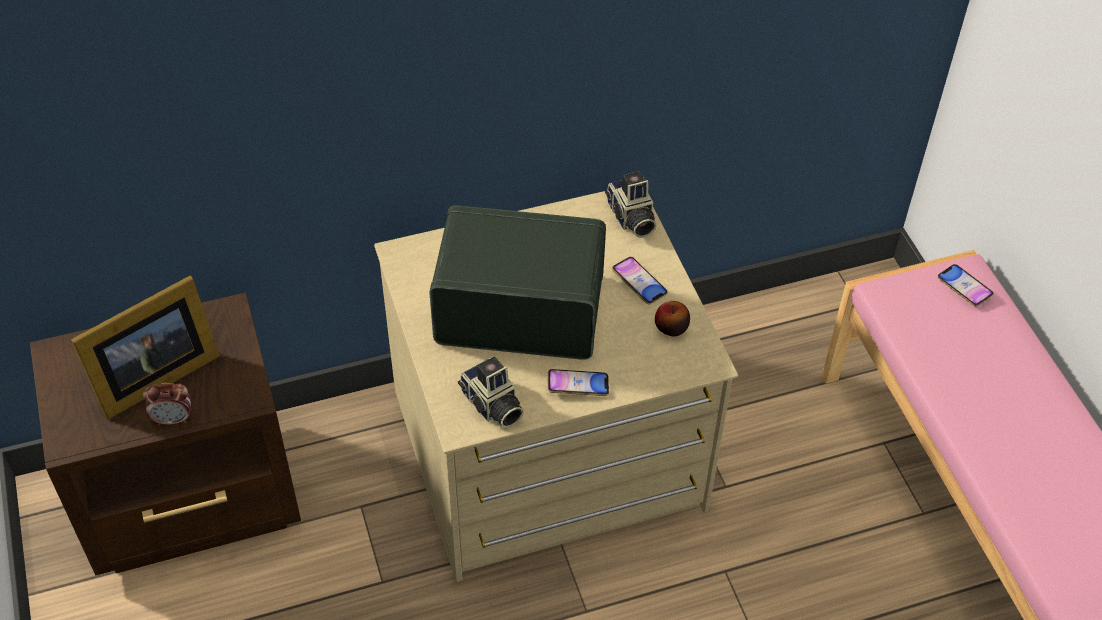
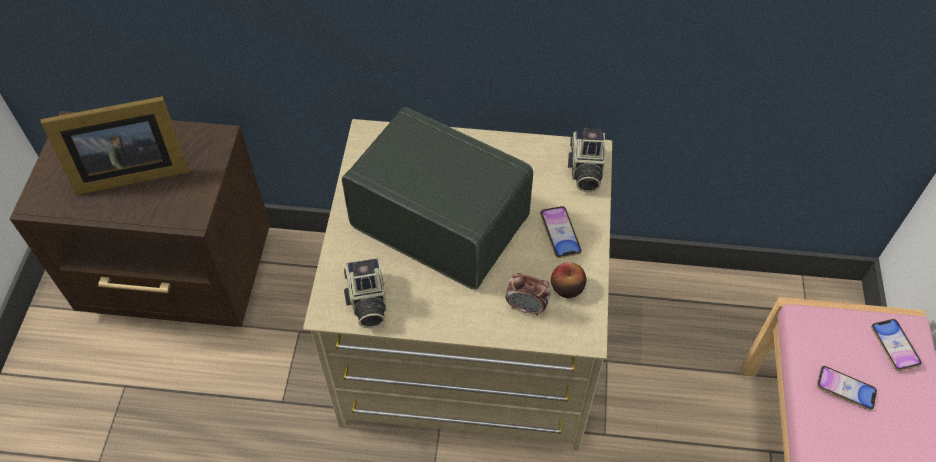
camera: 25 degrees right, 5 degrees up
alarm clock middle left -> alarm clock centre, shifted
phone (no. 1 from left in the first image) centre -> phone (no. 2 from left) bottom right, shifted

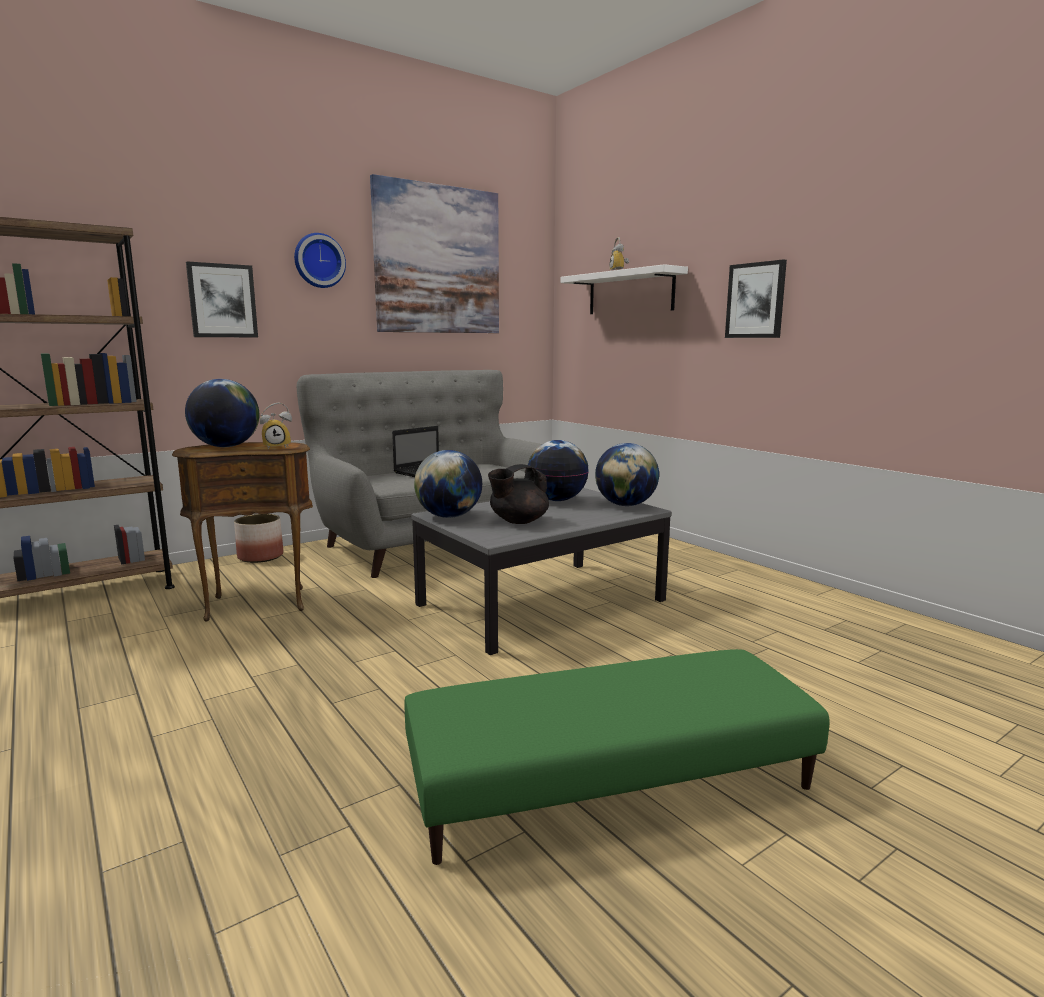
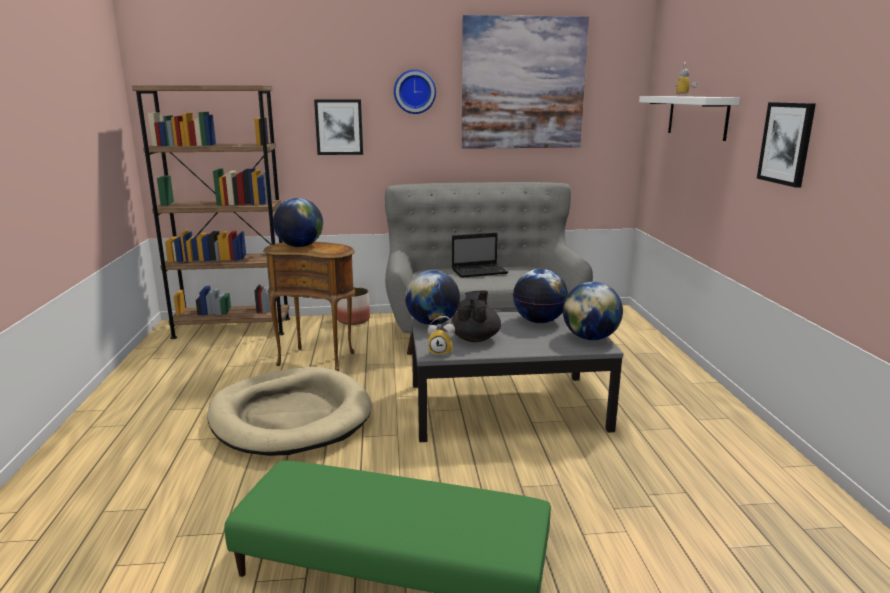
camera: 30 degrees right, 5 degrees up
none -> beige dog bed bottom left
alarm clock (no. 1 from left) middle left -> alarm clock (no. 1 from left) centre, shifted
black teapot centre, 105 degrees clockwise

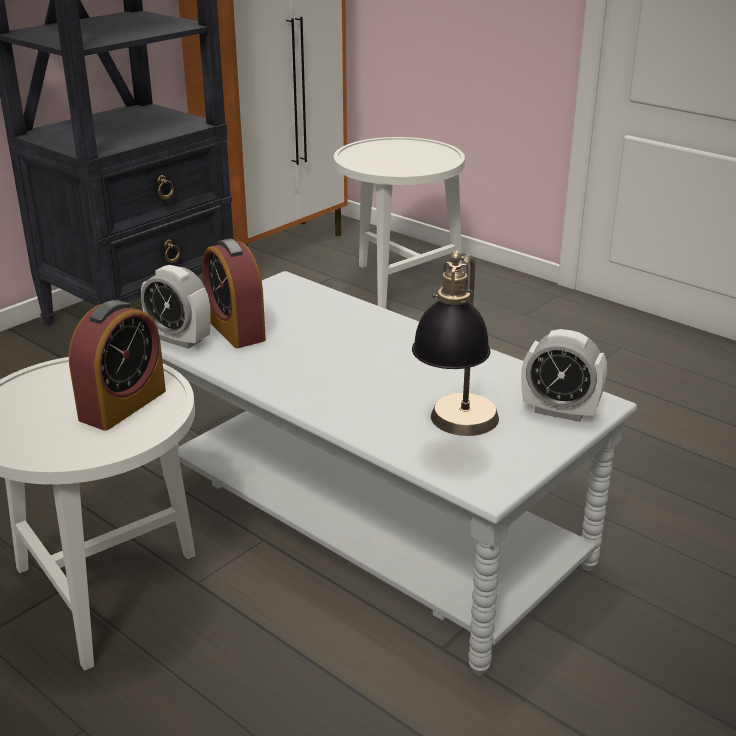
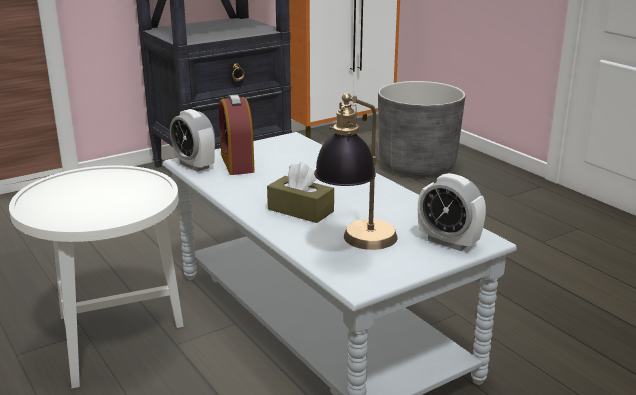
camera: 15 degrees right, 5 degrees down
alarm clock (no. 1 from left) middle left -> none
none -> brown tissue box centre
white side table (no. 2 from left) top centre -> grey planter top centre

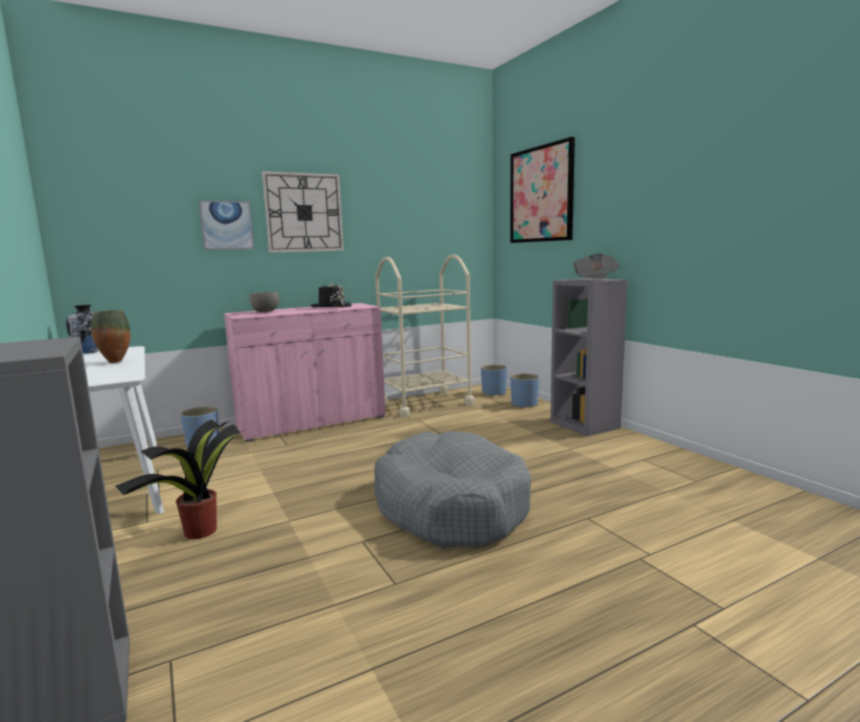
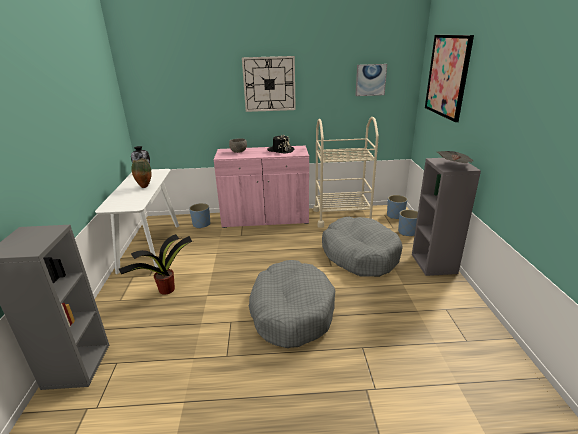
camera: 25 degrees right, 15 degrees up
none -> grey dog bed (no. 2 from left) centre
picture (no. 1 from left) top left -> picture (no. 1 from left) top centre, shifted

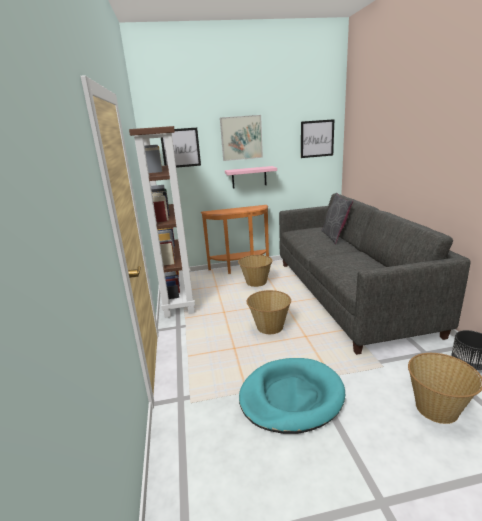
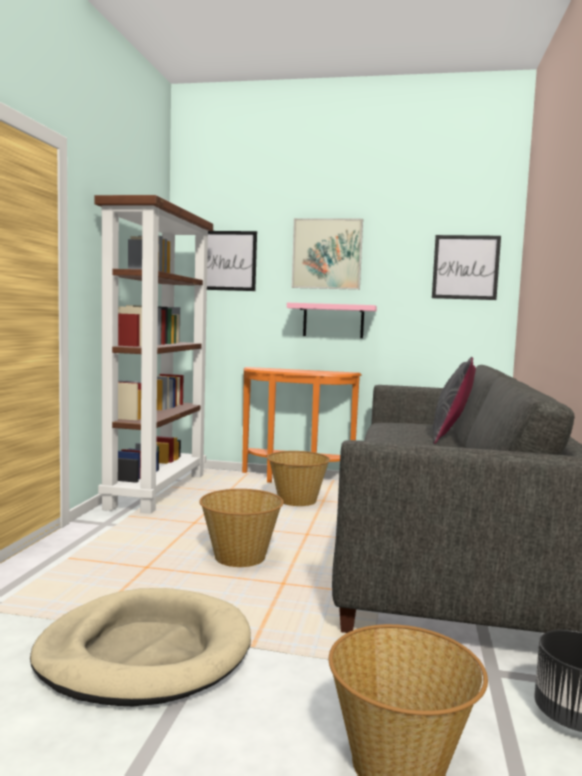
camera: 20 degrees right, 15 degrees down
turquoise dog bed bottom centre -> beige dog bed bottom left

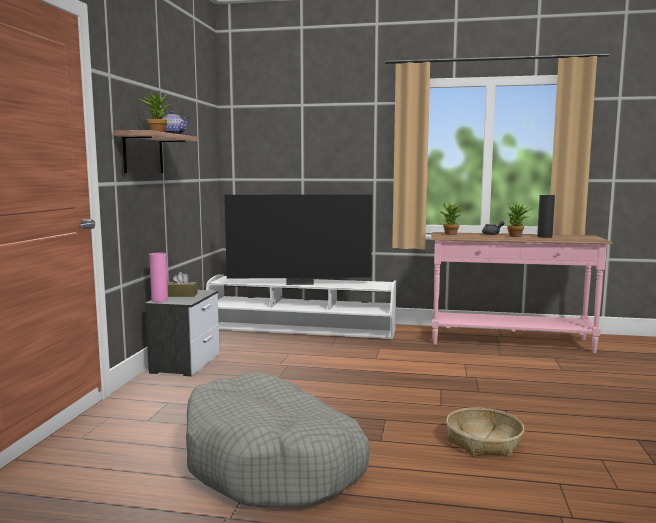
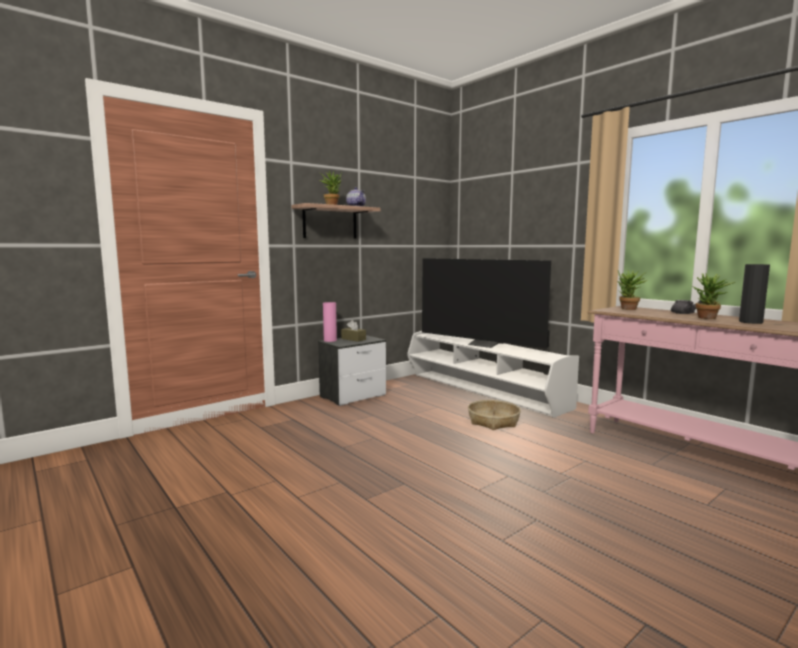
camera: 40 degrees right, 0 degrees up
grey dog bed bottom centre -> none
basket bottom right -> basket centre, shifted

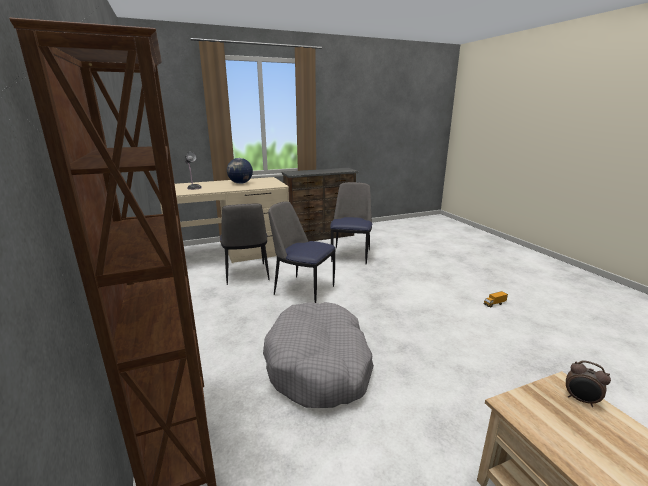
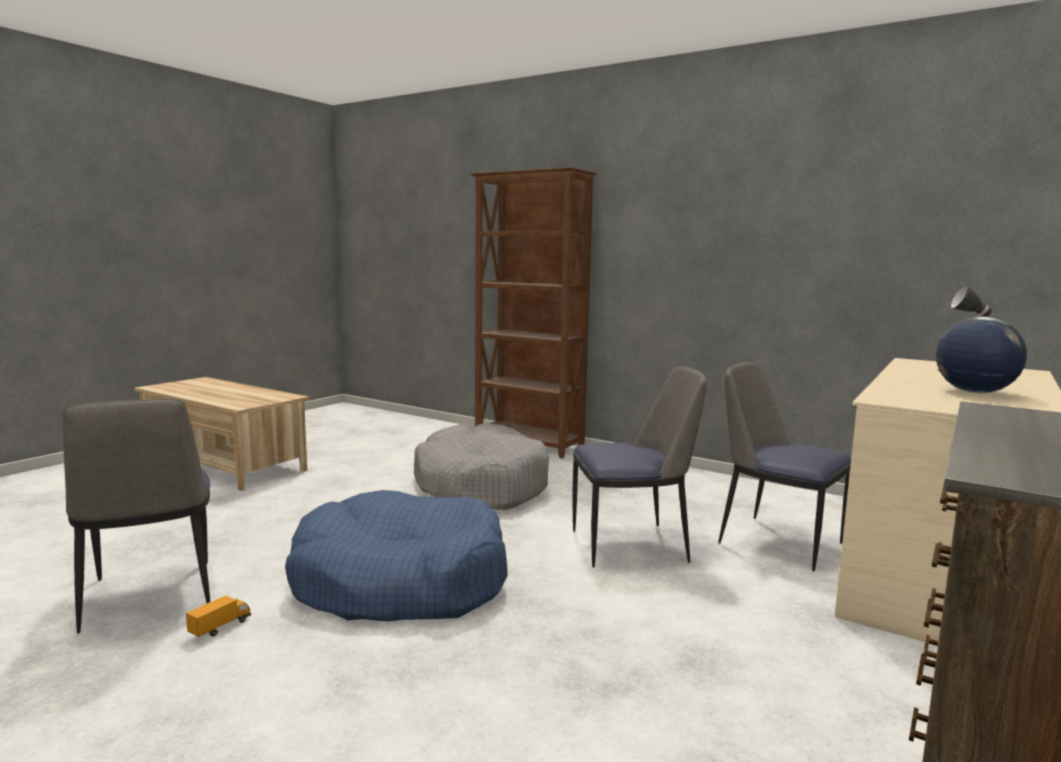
camera: 145 degrees right, 10 degrees down
alarm clock bottom right -> none
none -> blue dog bed bottom centre
chair (no. 3 from left in the first image) centre -> chair (no. 1 from left) bottom left, shifted

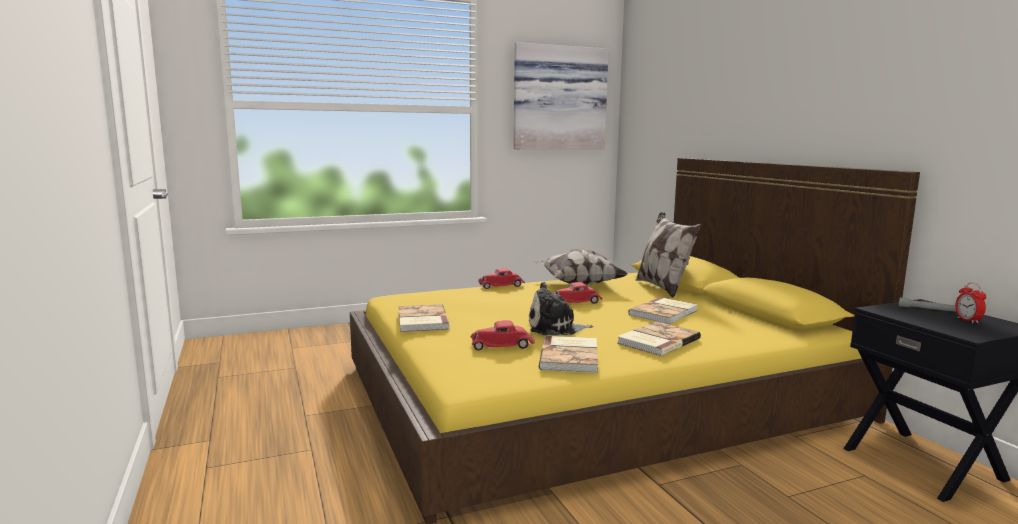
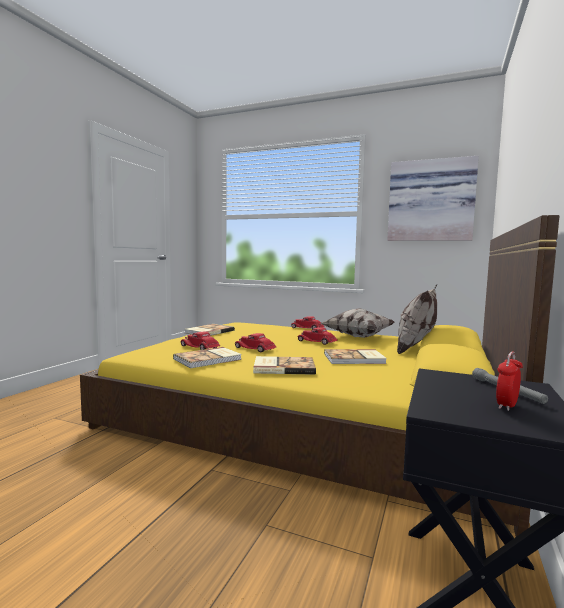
camera: 45 degrees right, 5 degrees down
plush toy centre -> red toy car (no. 2 from left) centre

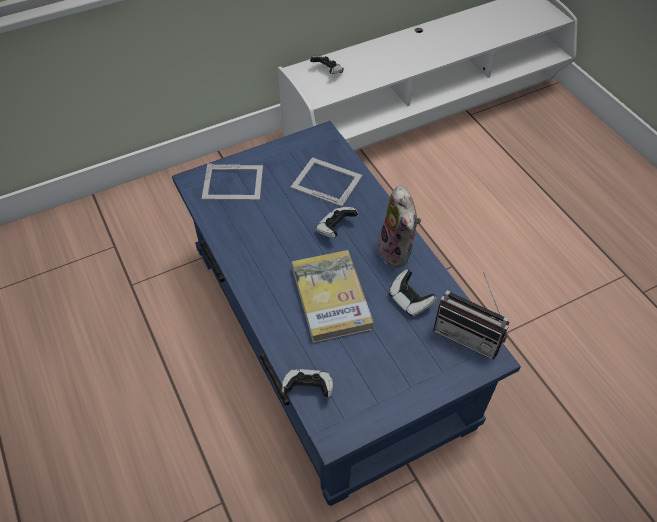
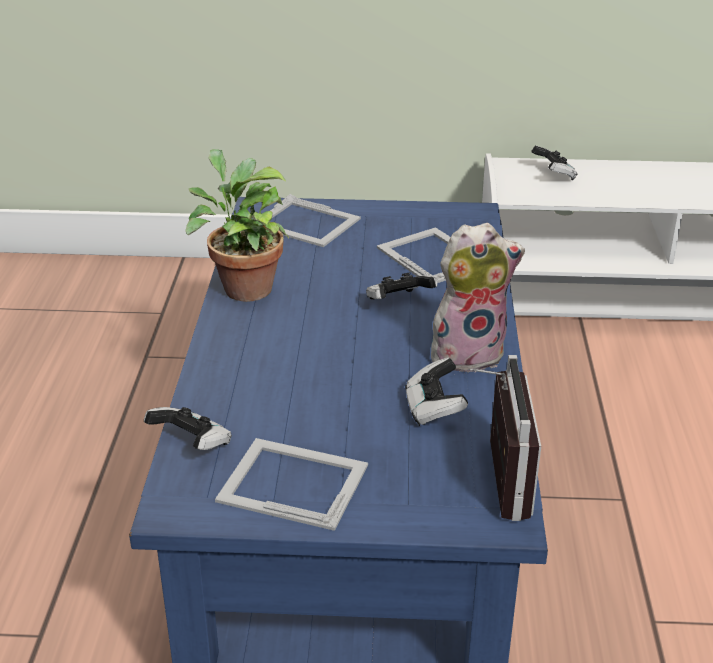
camera: 30 degrees right, 20 degrees down
book centre -> none
none -> potted plant middle left
none -> picture frame (no. 1 from left) bottom centre
plush toy centre -> plush toy middle right, 120 degrees counterclockwise
radio middle right, 150 degrees counterclockwise

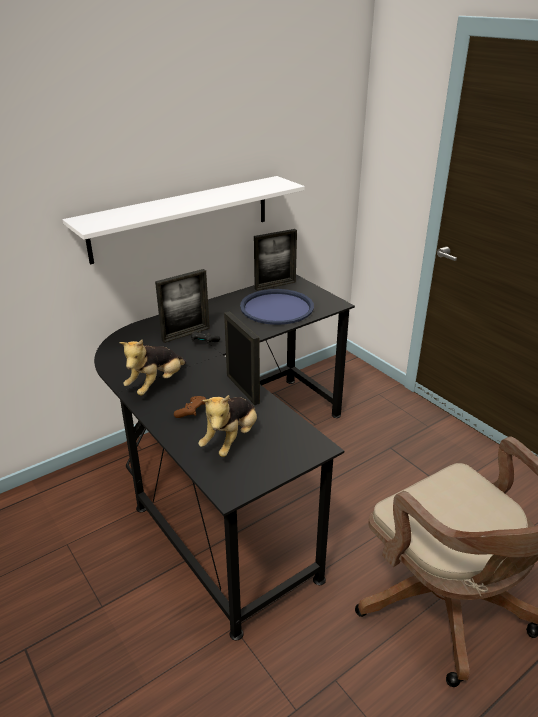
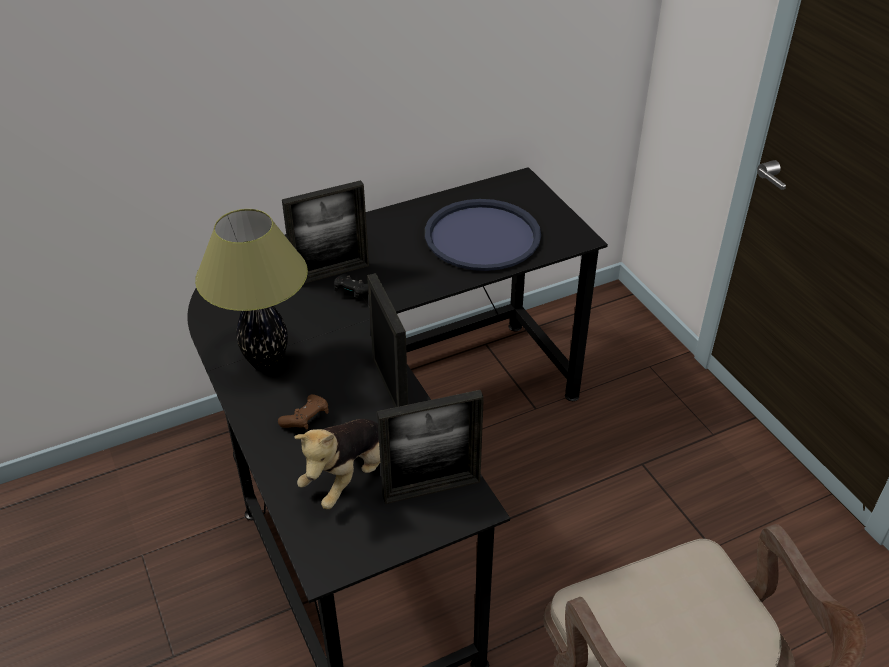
camera: 10 degrees right, 10 degrees up
white shelf top centre -> none
picture frame (no. 3 from left) centre -> picture frame (no. 3 from left) bottom centre, shifted
plush toy (no. 1 from left) middle left -> table lamp middle left

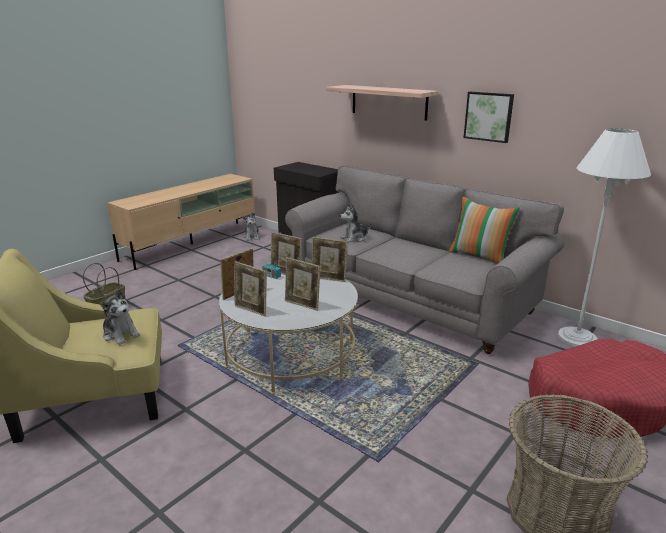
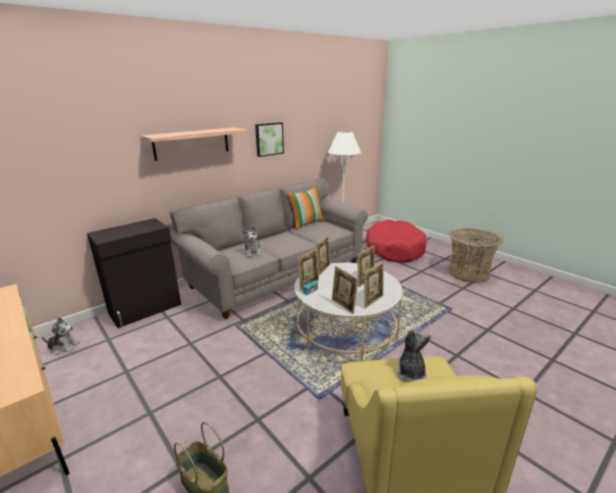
camera: 80 degrees left, 0 degrees up
plush toy (no. 1 from left in the first image) middle left -> plush toy (no. 3 from left) bottom right, 45 degrees counterclockwise

